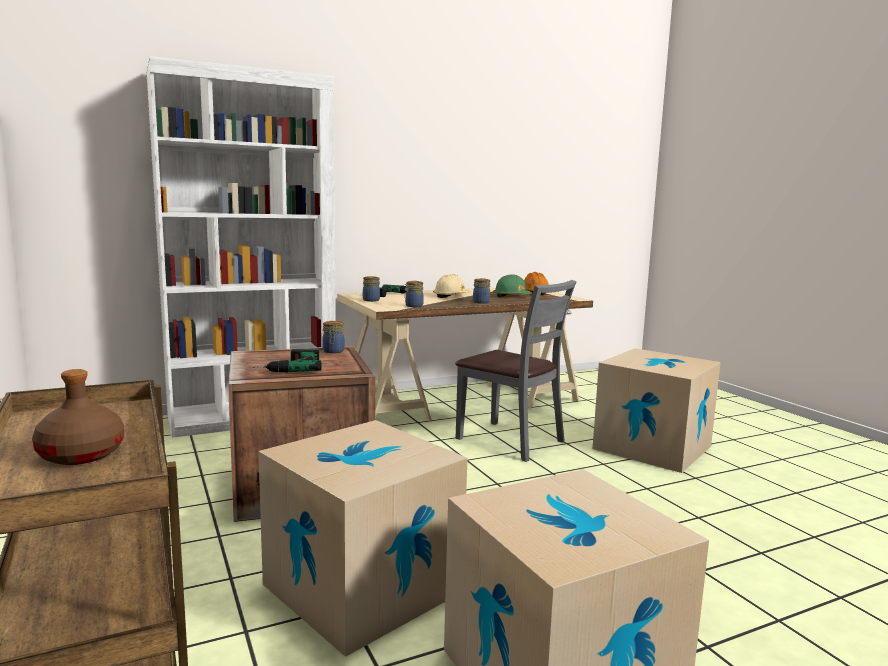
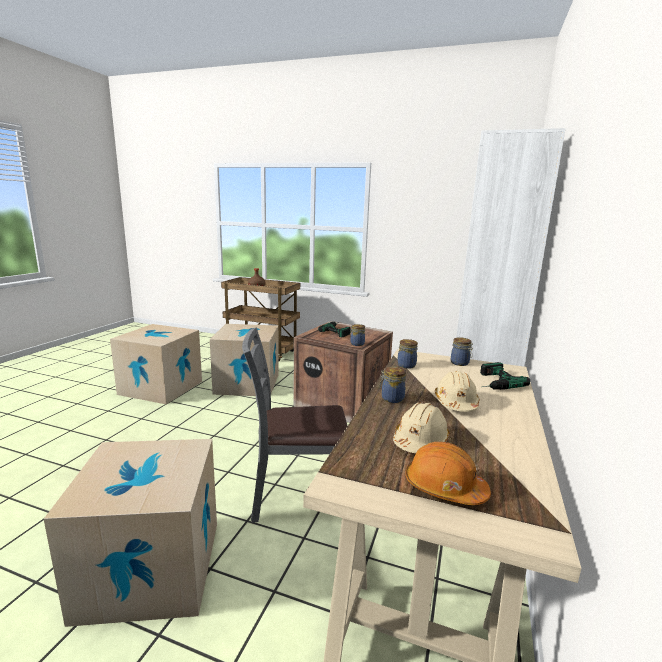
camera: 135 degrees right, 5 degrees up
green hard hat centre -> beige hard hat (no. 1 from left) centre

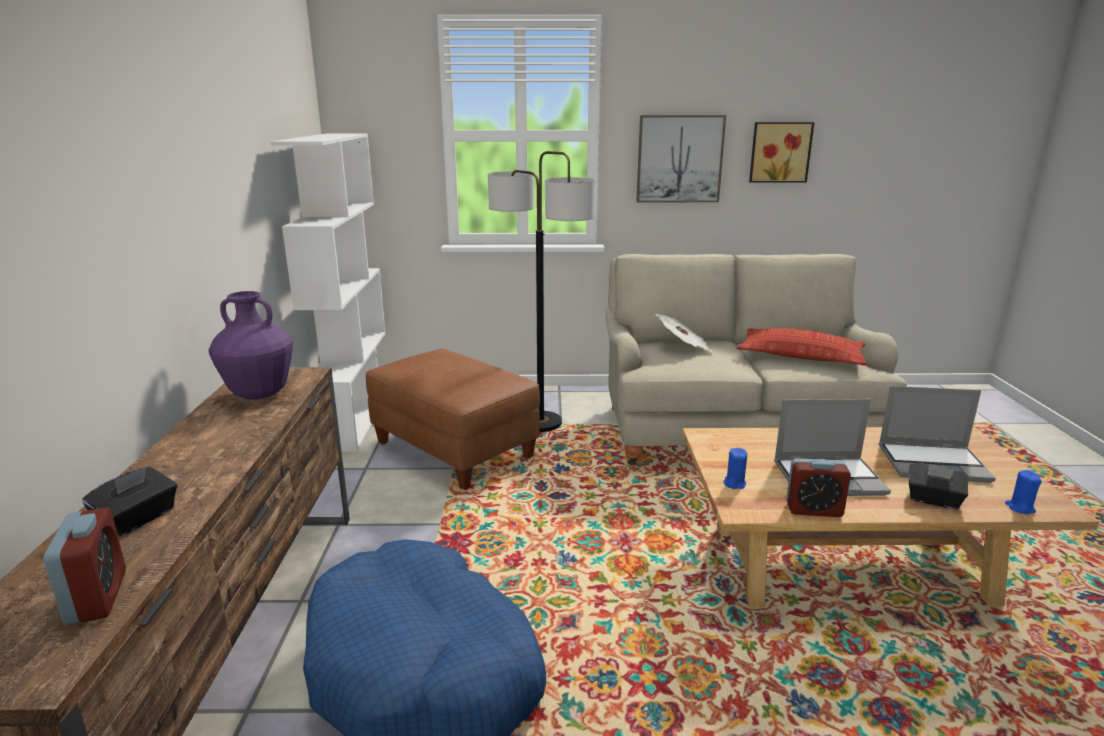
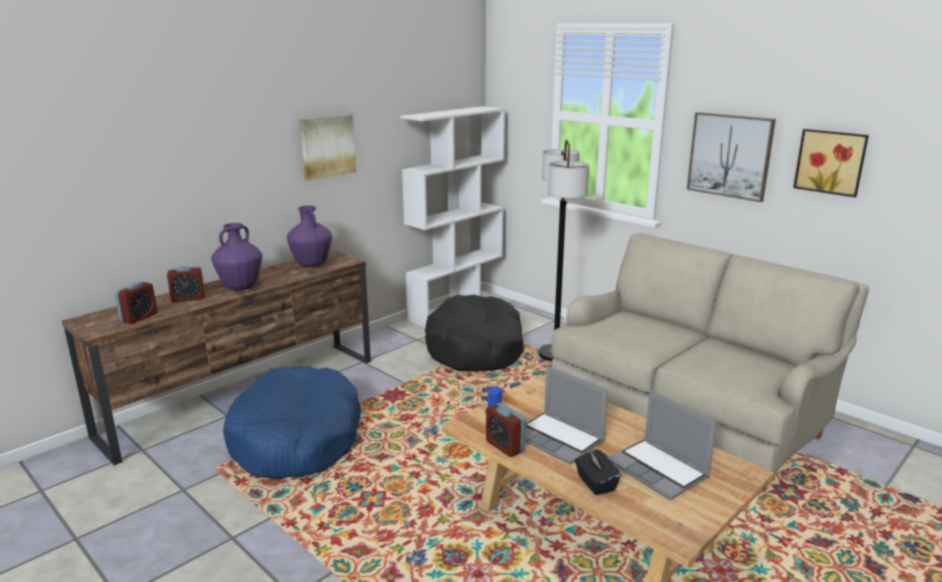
camera: 45 degrees right, 0 degrees up
newspaper centre -> none
pillow middle right -> none
blue candle (no. 2 from left) bottom right -> none
none -> purple vase (no. 1 from left) middle left
none -> picture (no. 1 from left) top centre
black tissue box (no. 1 from left) bottom left -> alarm clock (no. 2 from left) middle left
brown ottoman centre -> black dog bed centre

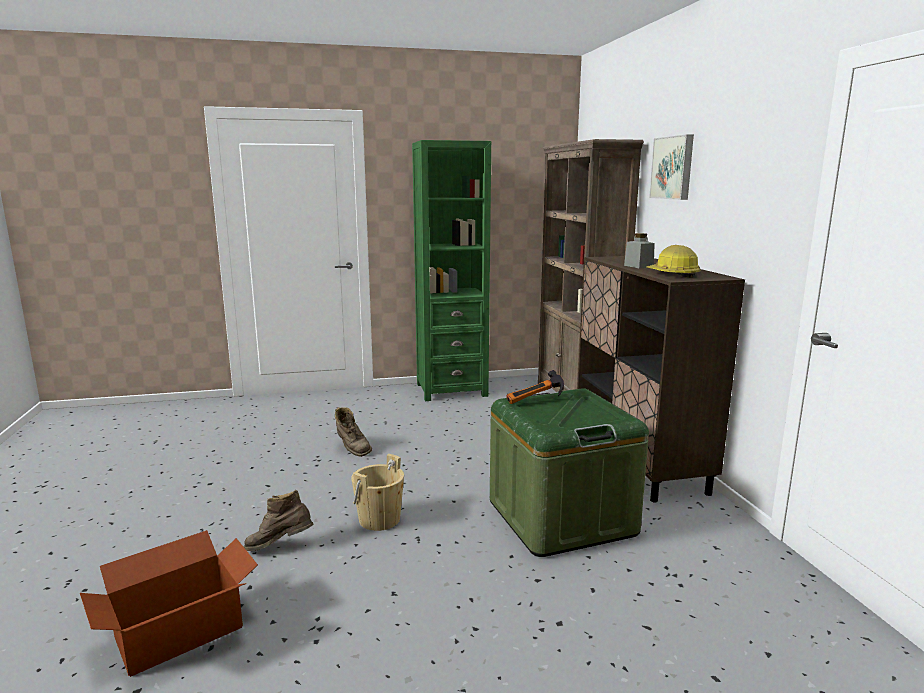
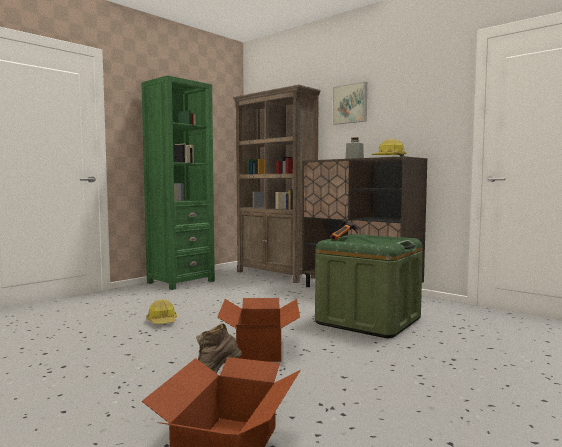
camera: 35 degrees left, 10 degrees down
brown boot (no. 2 from left) centre -> hard hat (no. 1 from left) bottom left
beige bucket bottom centre -> cardboard box (no. 2 from left) bottom centre

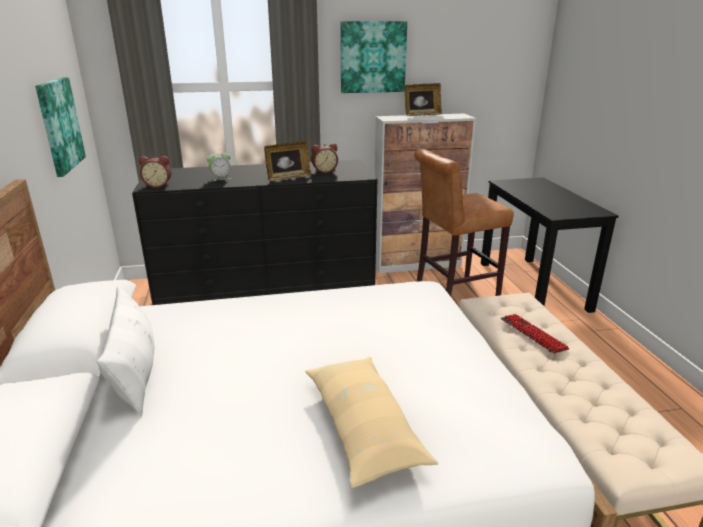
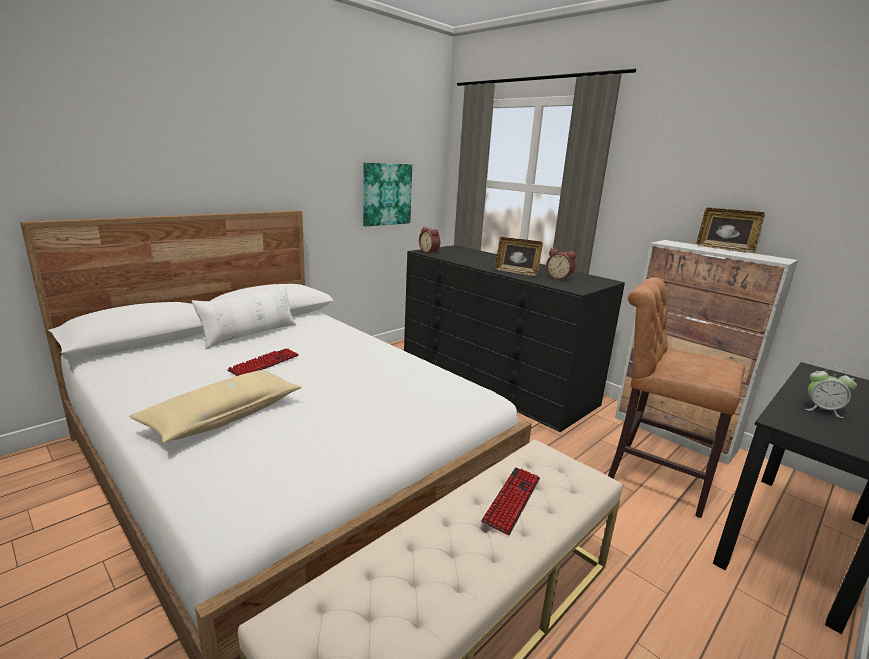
camera: 55 degrees right, 5 degrees down
picture (no. 2 from left) top centre -> none
none -> keyboard (no. 1 from left) middle left
alarm clock (no. 2 from left in the first image) top left -> alarm clock (no. 3 from left) middle right, shifted

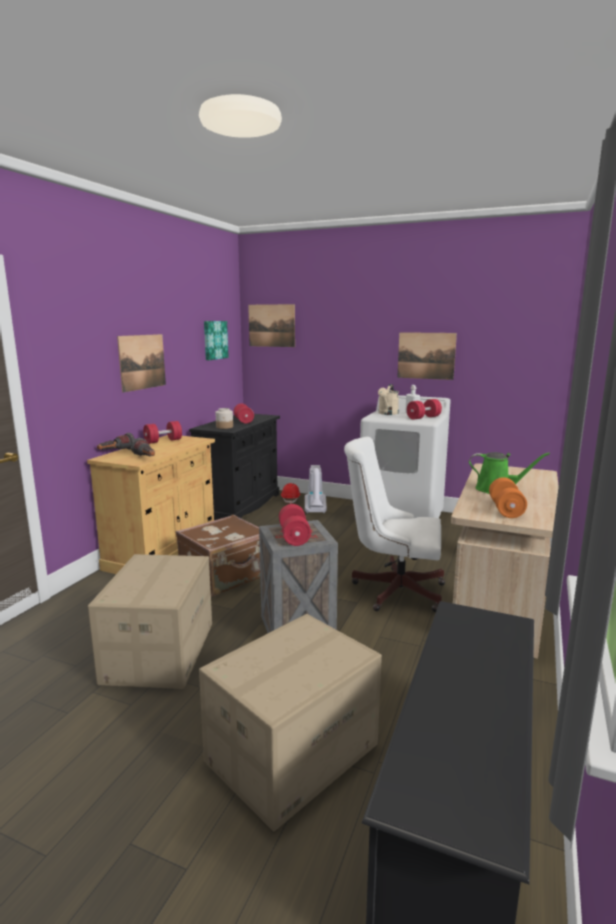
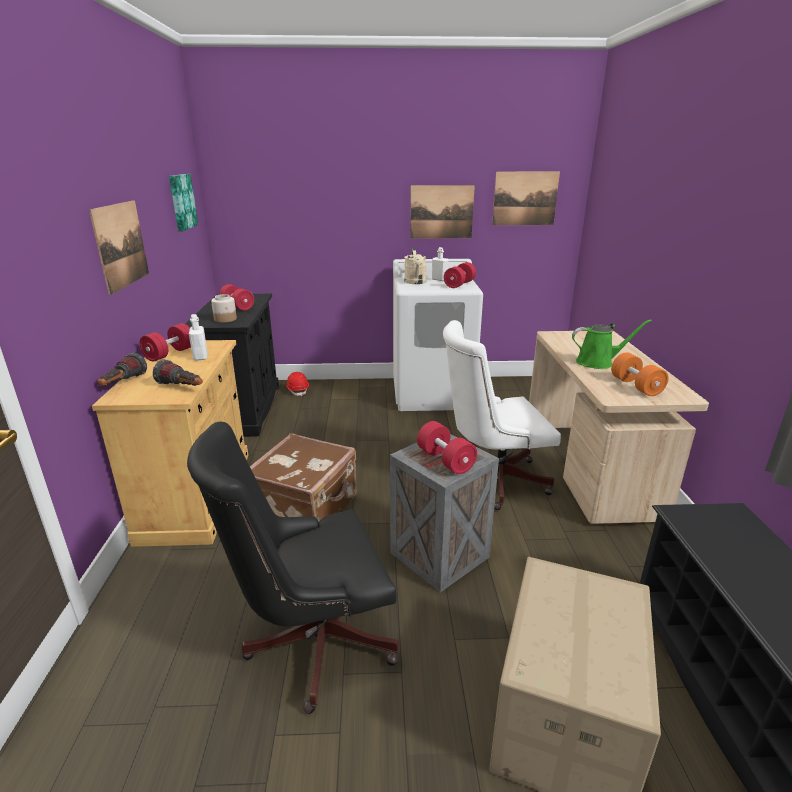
camera: 25 degrees left, 10 degrees up
vacuum cleaner centre -> none
none -> white bottle (no. 1 from left) middle left
picture (no. 3 from left in the first image) centre -> picture (no. 4 from left) top centre, shifted
cardboard box (no. 1 from left) bottom left -> black office chair bottom centre

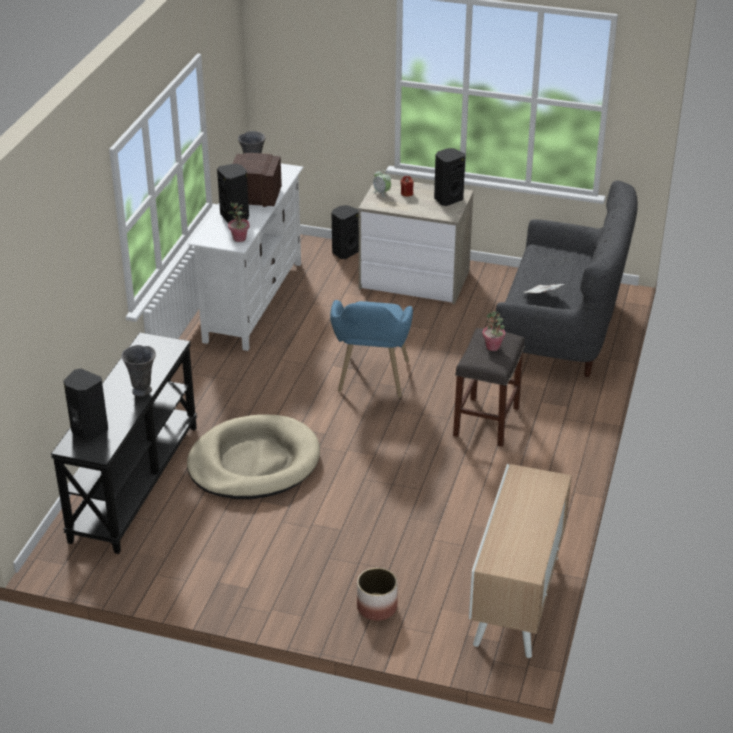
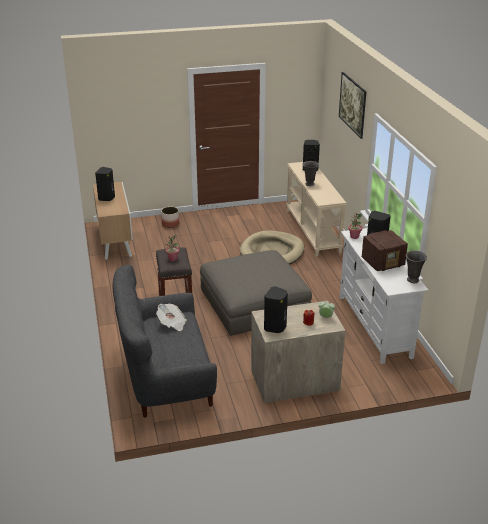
camera: 150 degrees right, 5 degrees down
none -> picture top right
black speaker (no. 3 from left in the first image) top centre -> black speaker (no. 1 from left) middle left, shifted
blue armchair centre -> grey ottoman centre
black console table middle left -> beige console table centre

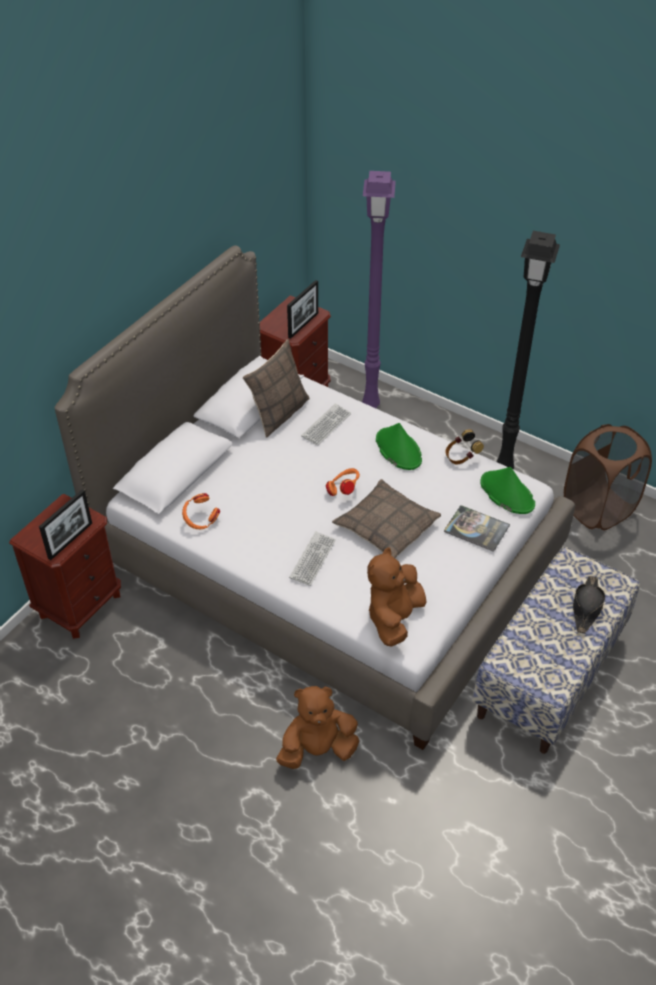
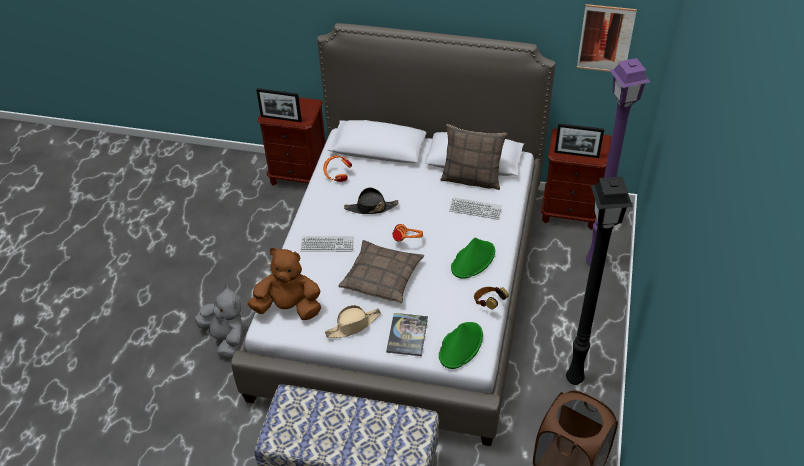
camera: 70 degrees right, 0 degrees up
none -> beige hat bottom centre
none -> picture top right
black hat middle right -> black hat centre, shifted
brown plush toy (no. 1 from left) bottom centre -> grey plush toy bottom left

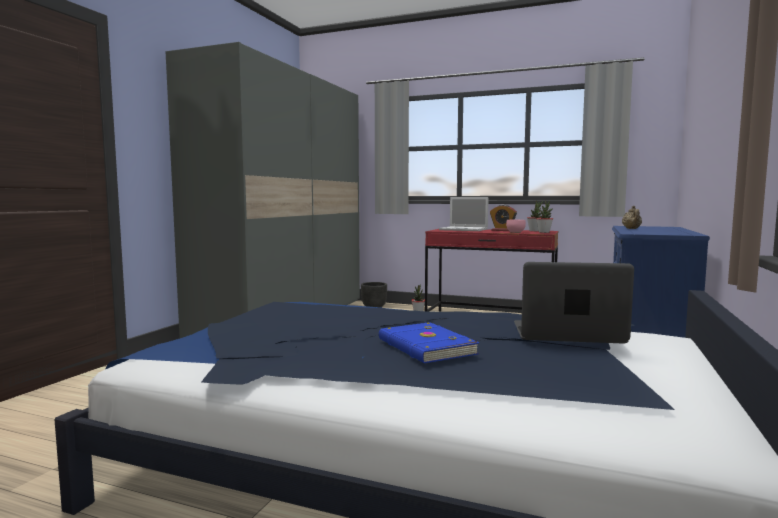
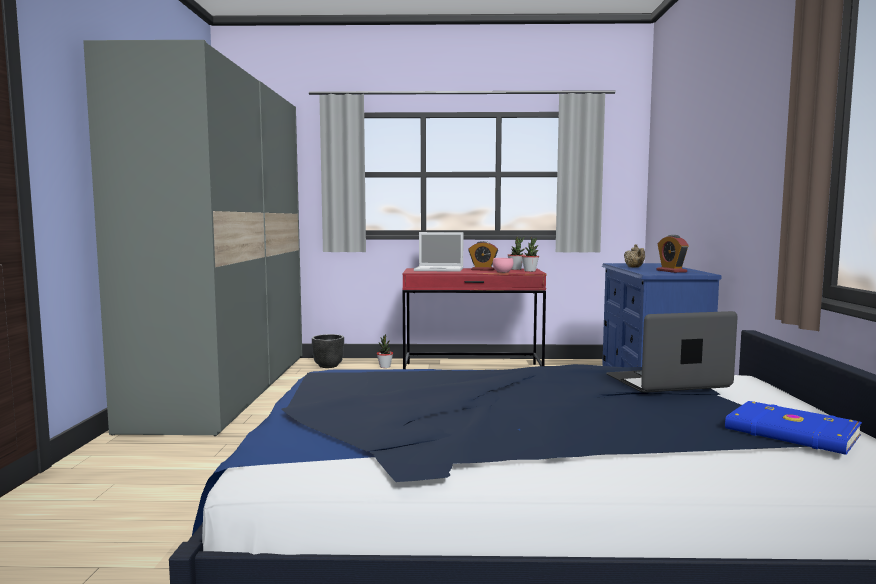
camera: 20 degrees left, 0 degrees up
none -> alarm clock (no. 2 from left) middle right
blue book centre -> blue book bottom right, shifted

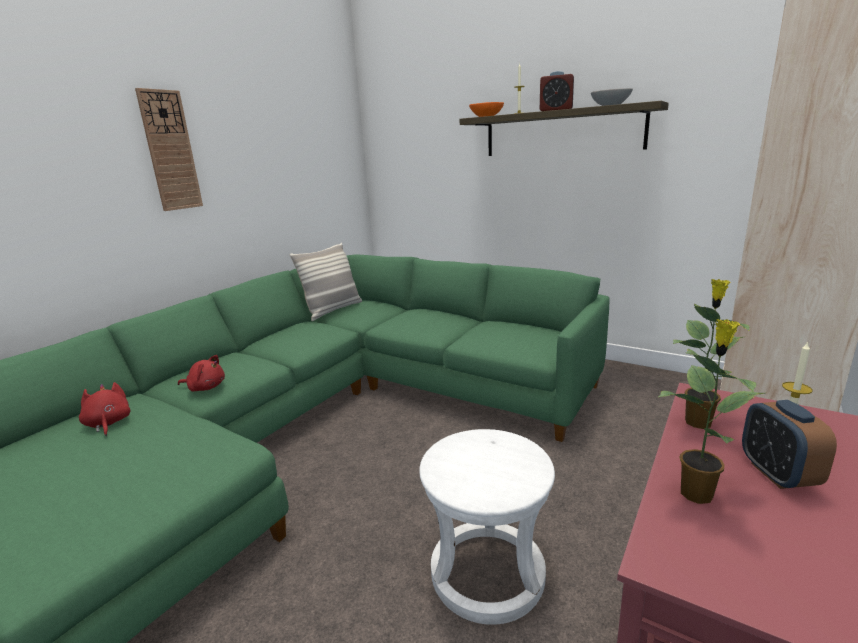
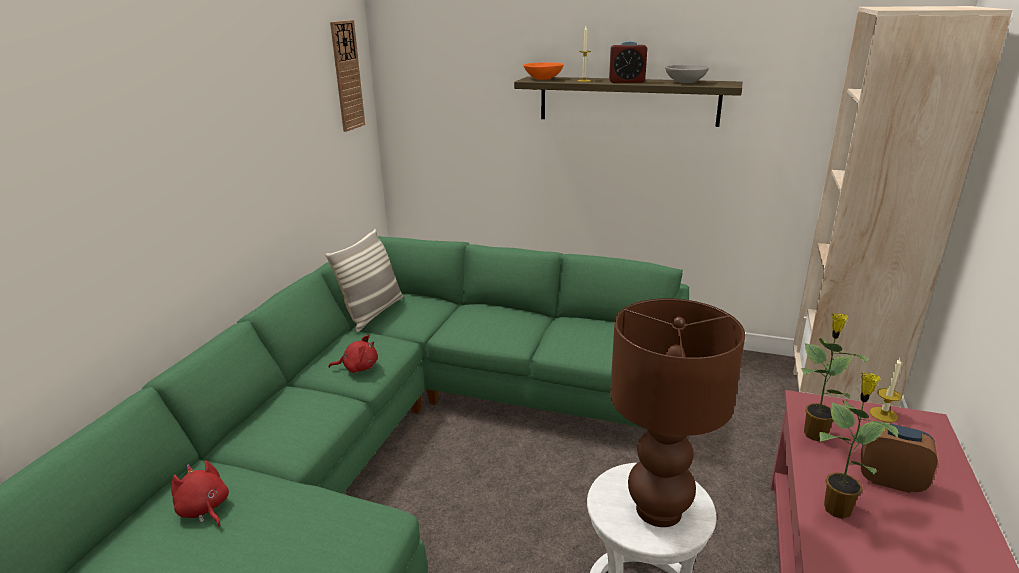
camera: 15 degrees left, 5 degrees up
none -> brown table lamp bottom centre
wall clock top left -> wall clock top centre, shifted
red plush toy (no. 2 from left) middle left -> red plush toy (no. 2 from left) centre, shifted
alarm clock (no. 2 from left) bottom right, 135 degrees clockwise

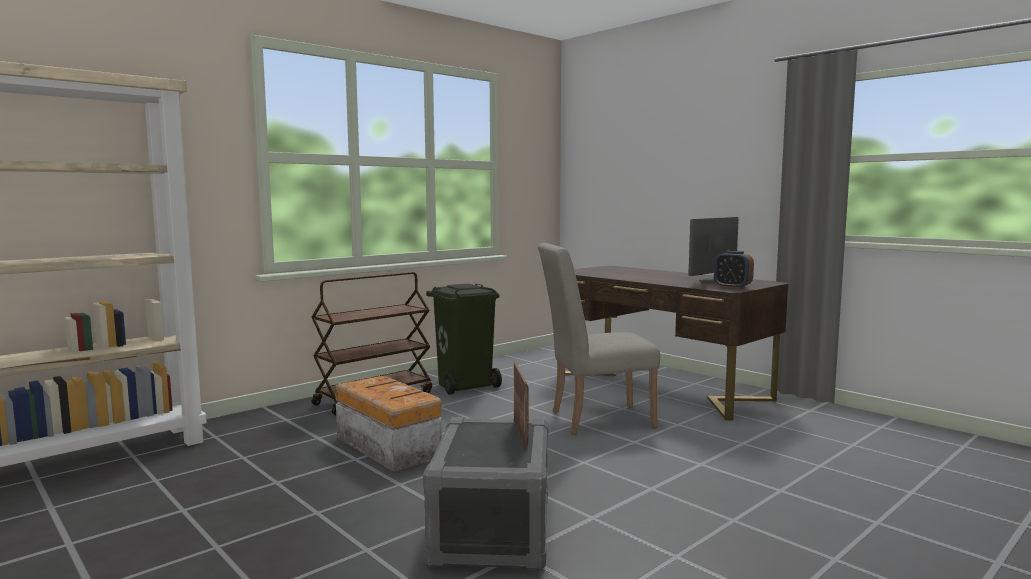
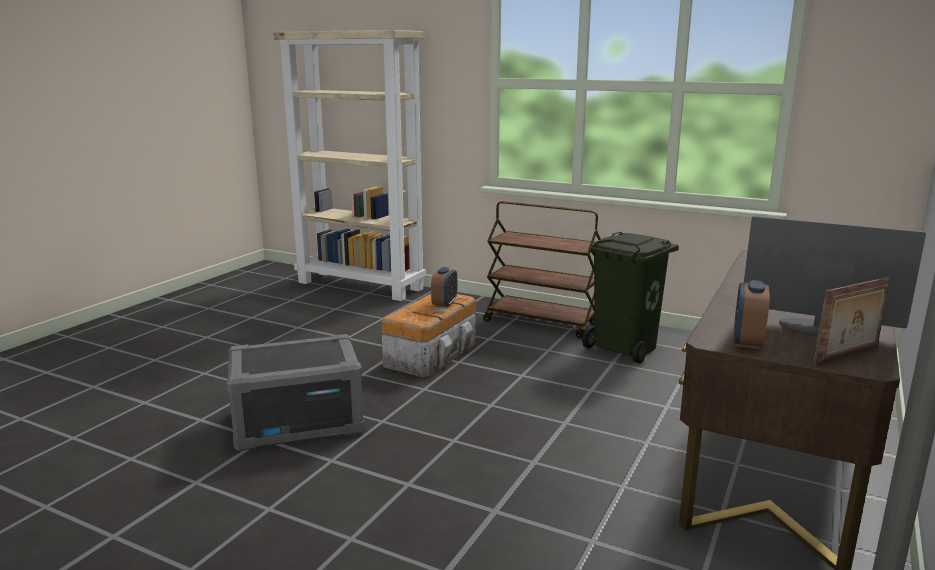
camera: 70 degrees right, 10 degrees up
beige chair centre -> none
none -> alarm clock (no. 1 from left) centre
picture frame bottom centre -> picture frame middle right, shifted

